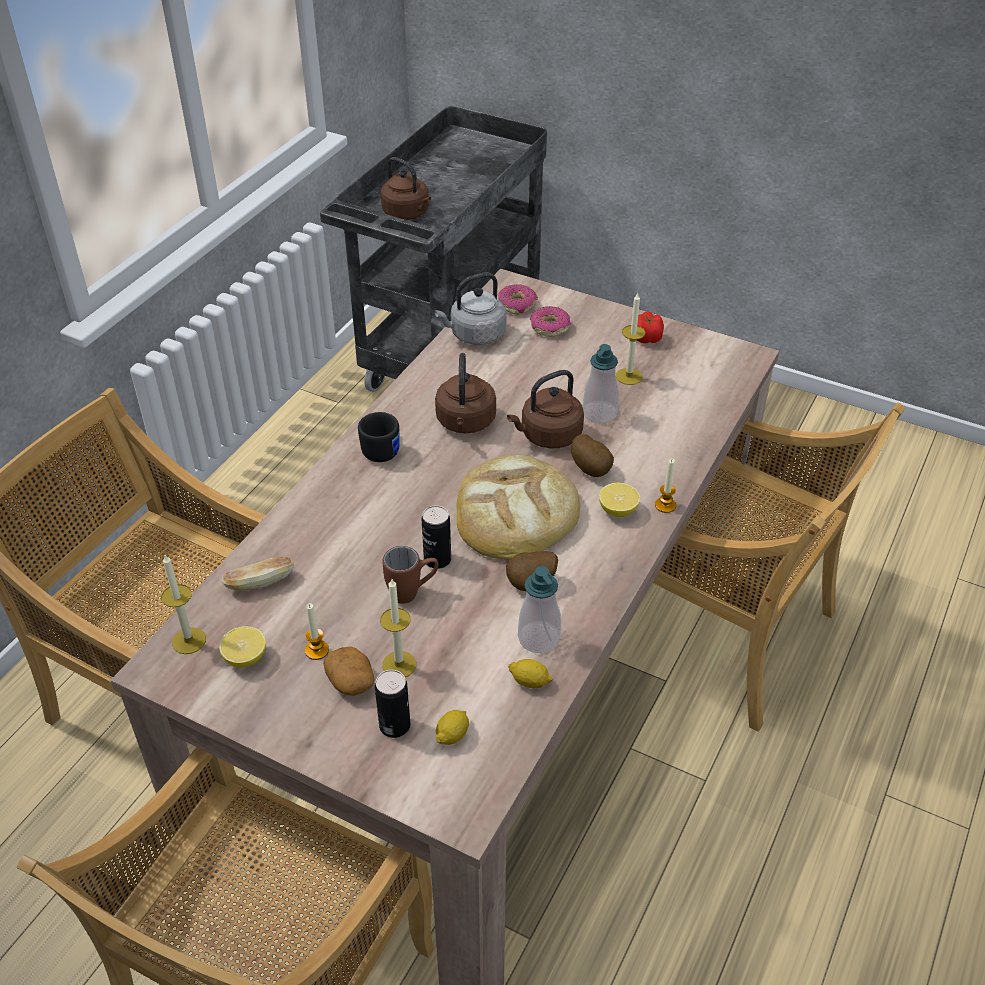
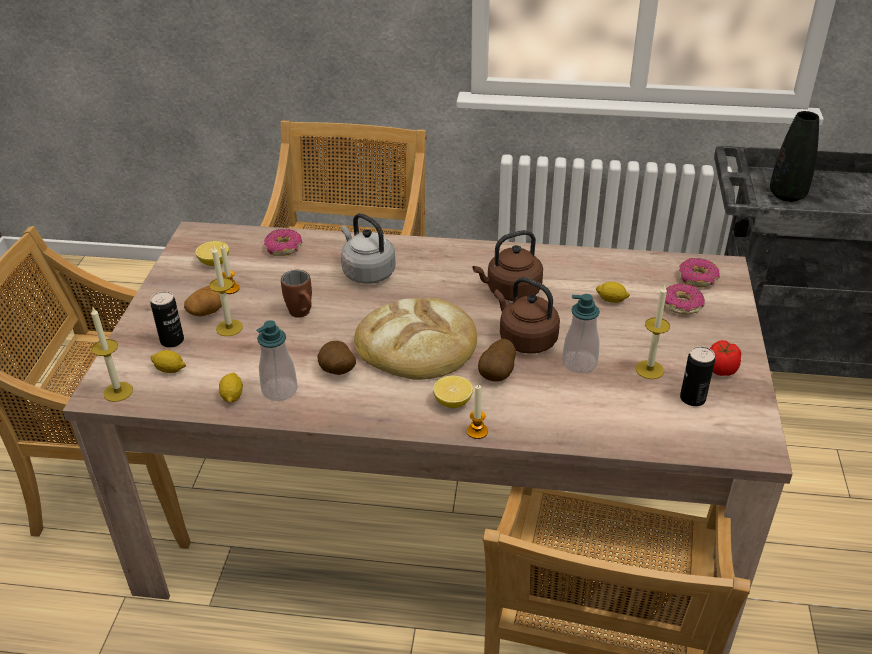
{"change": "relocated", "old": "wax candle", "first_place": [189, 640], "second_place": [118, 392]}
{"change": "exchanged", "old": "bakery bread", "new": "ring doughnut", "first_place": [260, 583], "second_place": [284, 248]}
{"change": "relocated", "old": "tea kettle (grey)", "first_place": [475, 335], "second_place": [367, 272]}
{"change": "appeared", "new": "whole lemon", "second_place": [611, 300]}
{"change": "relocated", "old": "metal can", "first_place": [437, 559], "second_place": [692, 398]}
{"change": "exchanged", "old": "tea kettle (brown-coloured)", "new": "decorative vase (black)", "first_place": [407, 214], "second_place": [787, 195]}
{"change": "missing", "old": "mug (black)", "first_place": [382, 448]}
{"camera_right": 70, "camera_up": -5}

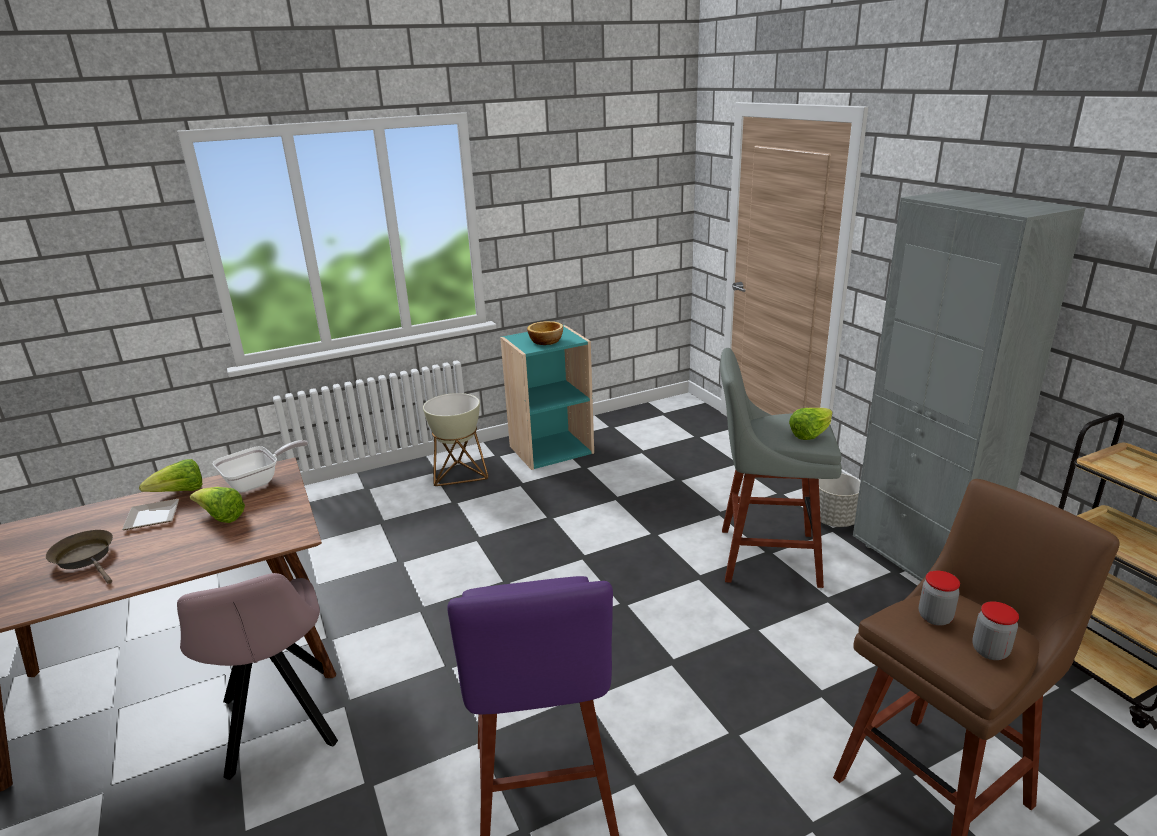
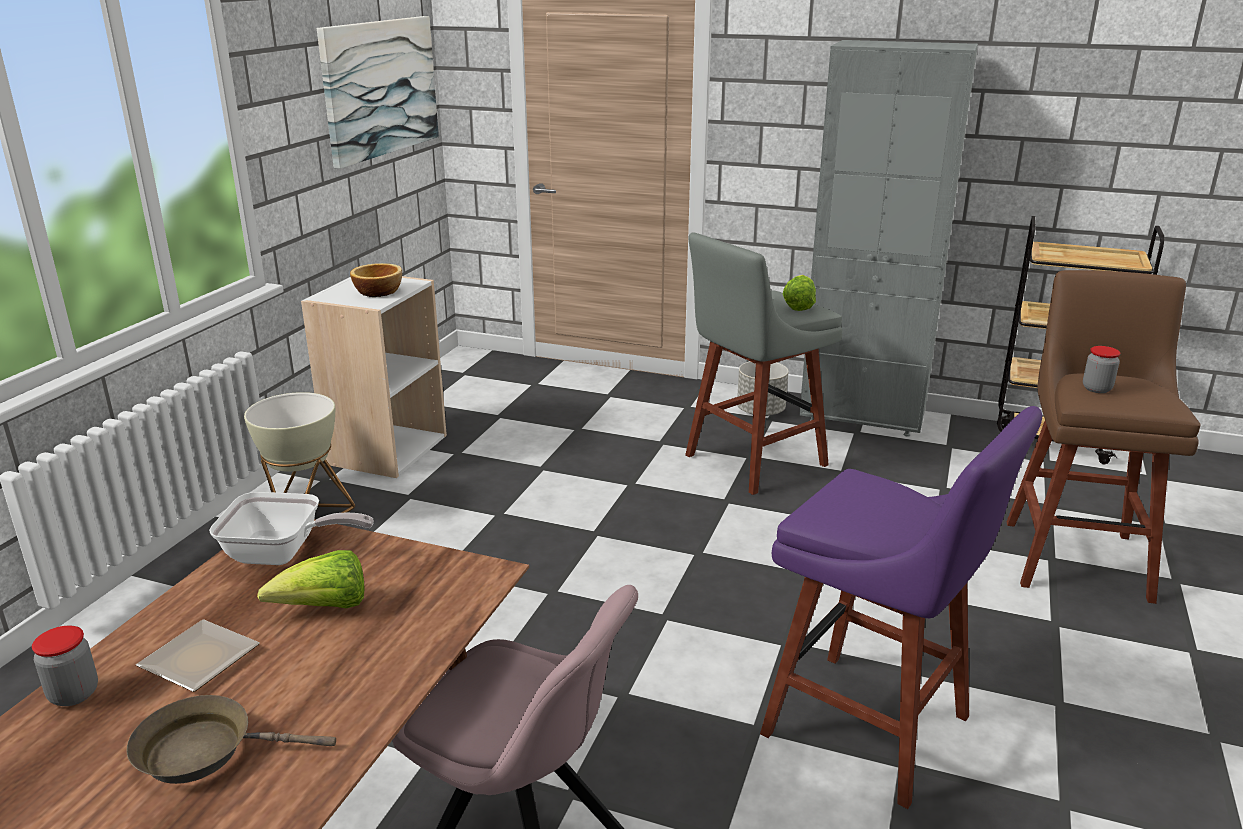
{"change": "relocated", "old": "storage jar", "first_place": [990, 651], "second_place": [74, 694]}
{"change": "spun", "old": "pan", "first_place": [258, 482], "second_place": [283, 554], "degrees": 90}
{"change": "colour", "old": "bookcase (blue-green)", "new": "bookcase (whitish)", "first_place": [551, 449], "second_place": [386, 449]}
{"change": "appeared", "new": "wall picture", "second_place": [380, 88]}
{"change": "missing", "old": "lettuce", "first_place": [180, 492]}
{"camera_right": -45, "camera_up": 0}

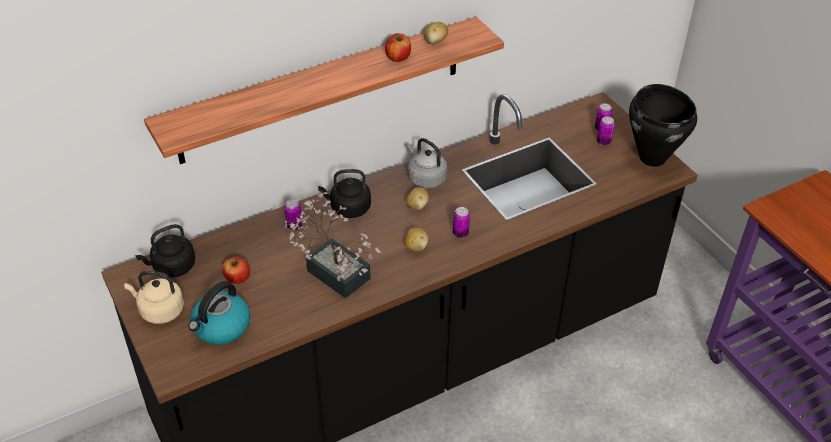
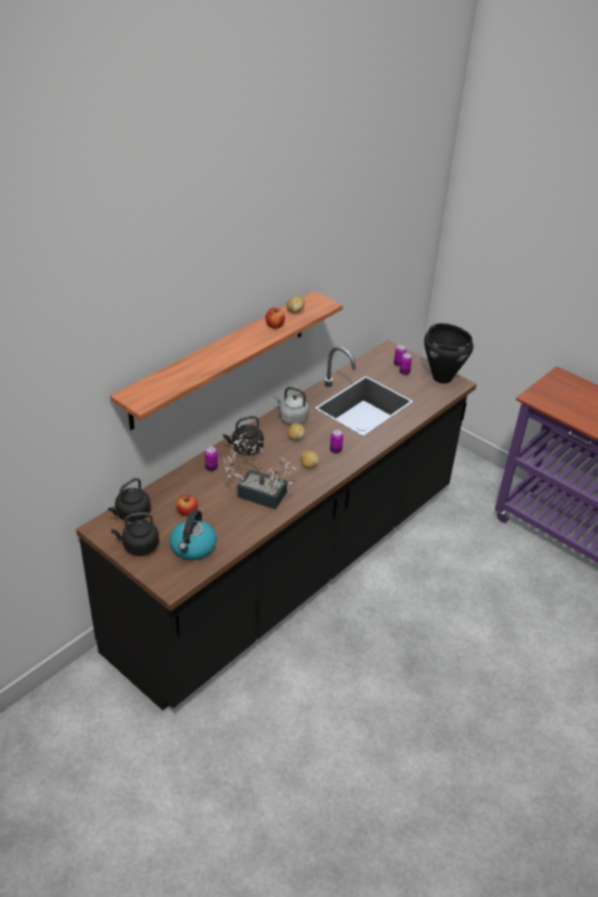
{"change": "colour", "old": "tea kettle (beige)", "new": "tea kettle (black)", "first_place": [159, 310], "second_place": [139, 546]}
{"camera_right": -20, "camera_up": -5}

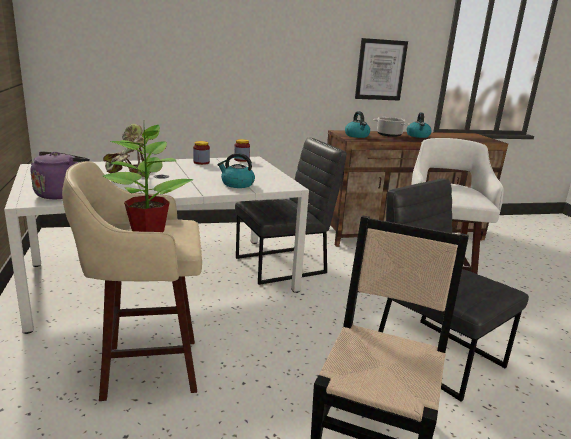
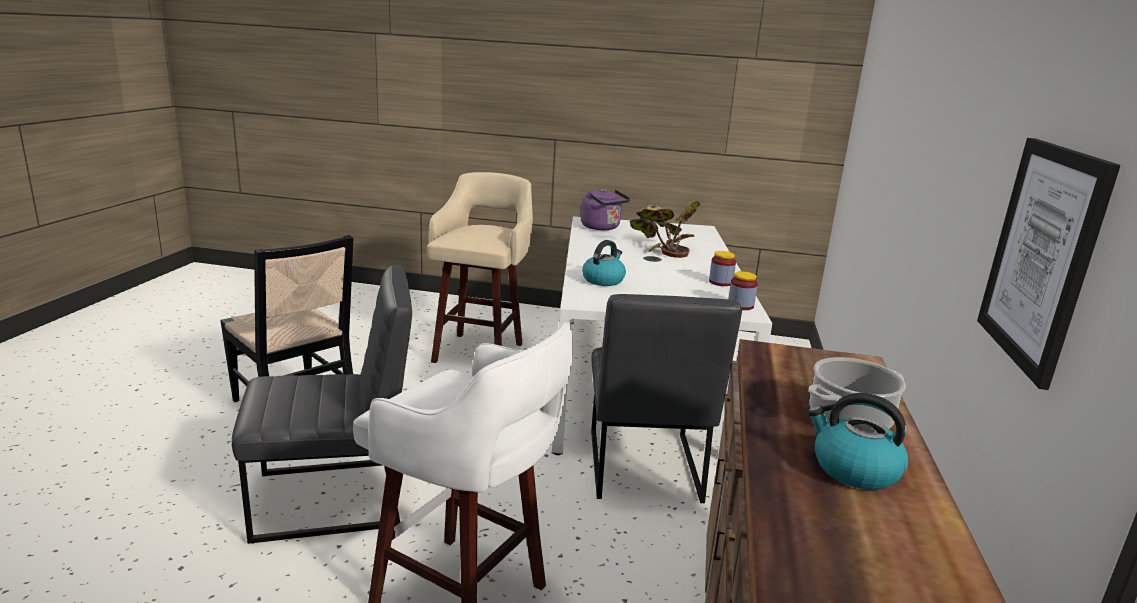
{"change": "missing", "old": "potted plant", "first_place": [148, 231]}
{"change": "missing", "old": "tea kettle", "first_place": [357, 136]}
{"camera_right": 115, "camera_up": 0}

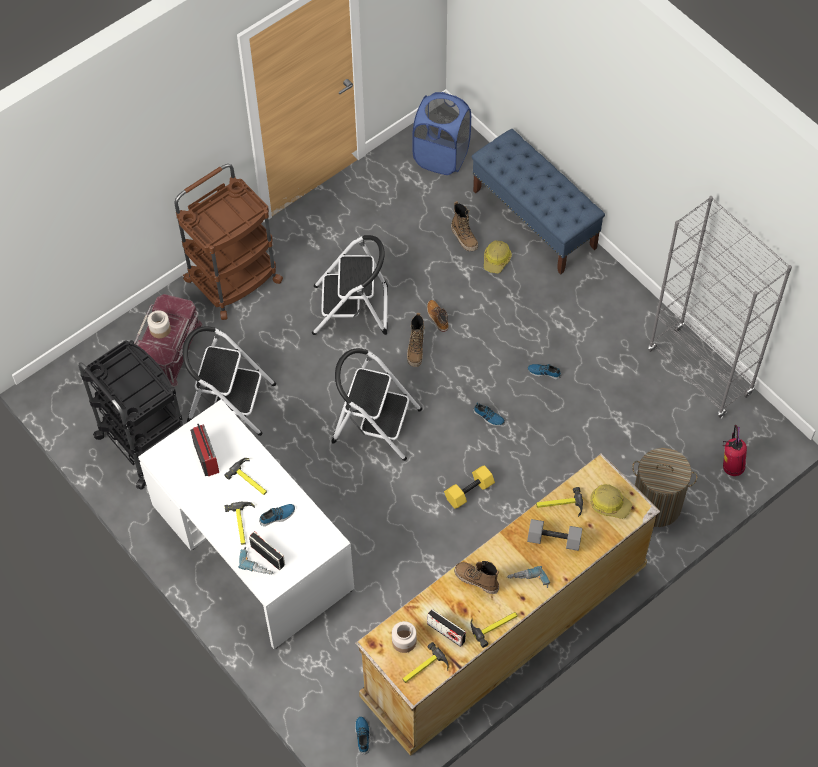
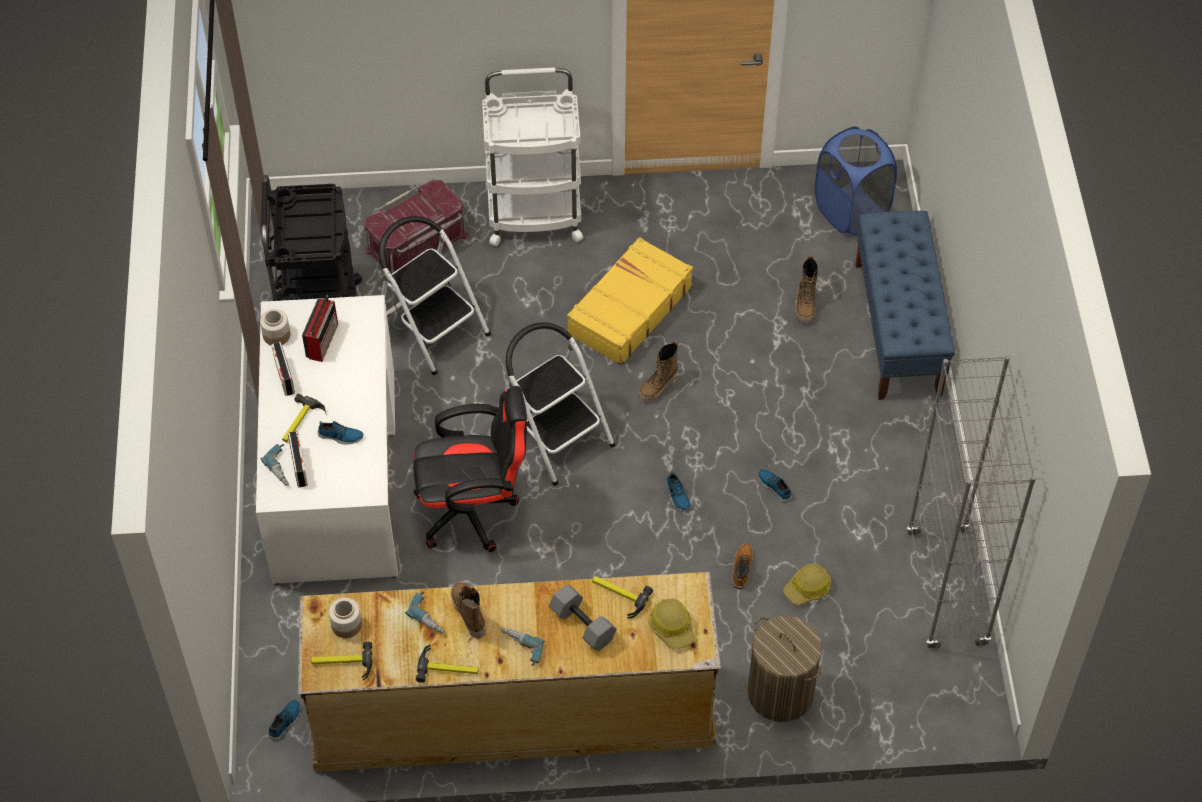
{"change": "relocated", "old": "storage jar", "first_place": [160, 329], "second_place": [276, 335]}
{"change": "relocated", "old": "radio set", "first_place": [446, 632], "second_place": [284, 376]}
{"change": "appeared", "new": "drill", "second_place": [431, 616]}
{"change": "appeared", "new": "computer chair (black)", "second_place": [475, 511]}
{"change": "colour", "old": "trolley (brown-coloured)", "new": "trolley (whitish)", "first_place": [234, 281], "second_place": [534, 214]}
{"change": "exchanged", "old": "stepladder", "new": "travel case (yellow-coloured)", "first_place": [353, 310], "second_place": [628, 310]}
{"change": "relocated", "old": "tall boot", "first_place": [437, 317], "second_place": [741, 568]}
{"change": "relocated", "old": "hard hat", "first_place": [497, 259], "second_place": [808, 588]}
{"change": "missing", "old": "tool hammer", "first_place": [250, 479]}
{"change": "missing", "old": "hand weight (yellow-coloured)", "first_place": [469, 491]}
{"change": "missing", "old": "fire-fighting cylinder", "first_place": [731, 467]}
{"camera_right": 35, "camera_up": -5}

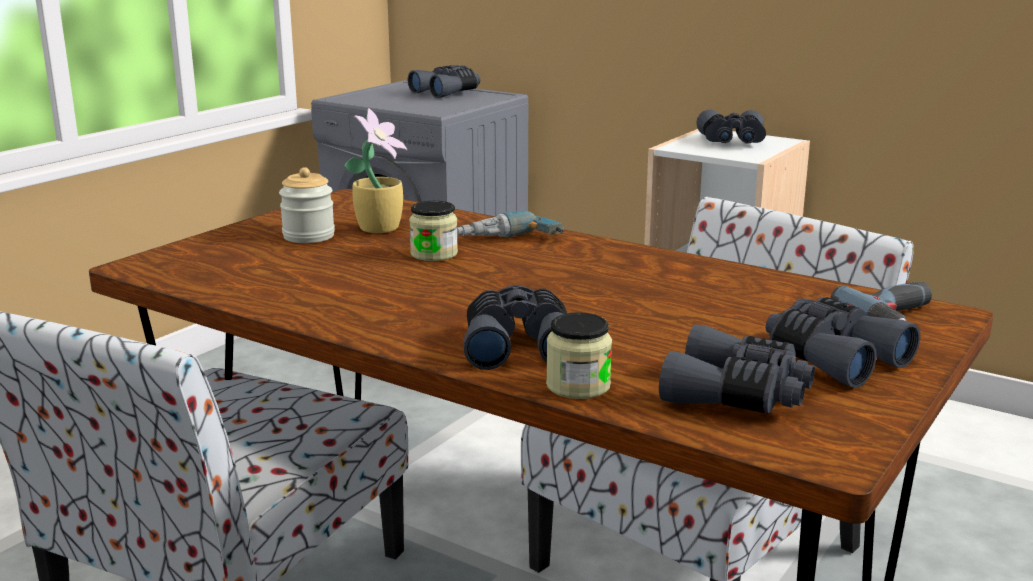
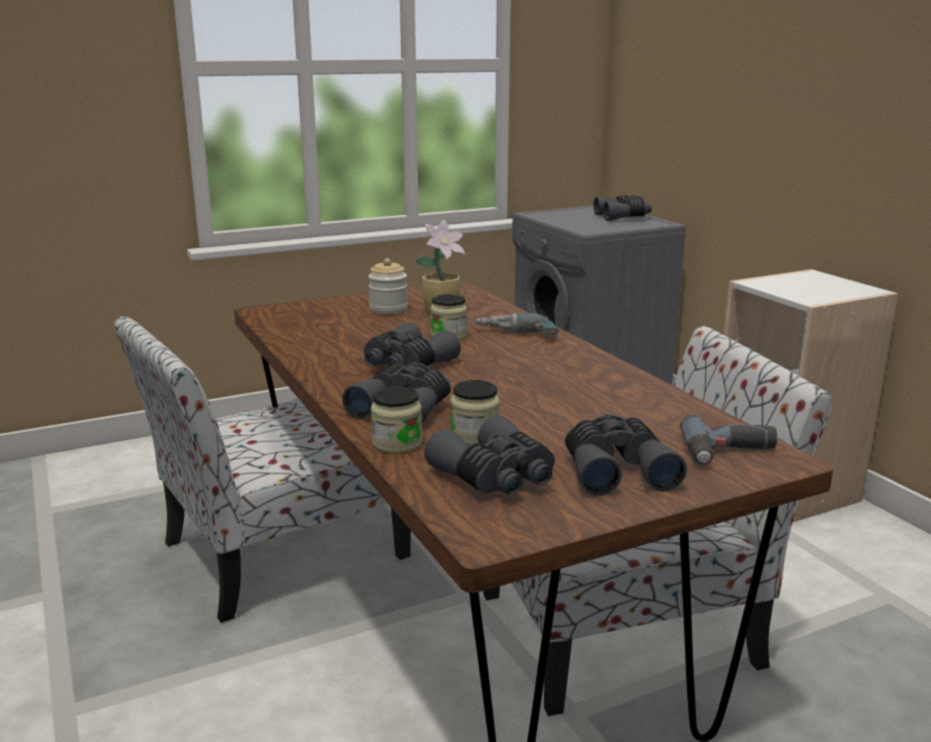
{"change": "relocated", "old": "binoculars (grey)", "first_place": [732, 141], "second_place": [407, 364]}
{"change": "appeared", "new": "storage jar", "second_place": [474, 436]}
{"camera_right": 30, "camera_up": 0}

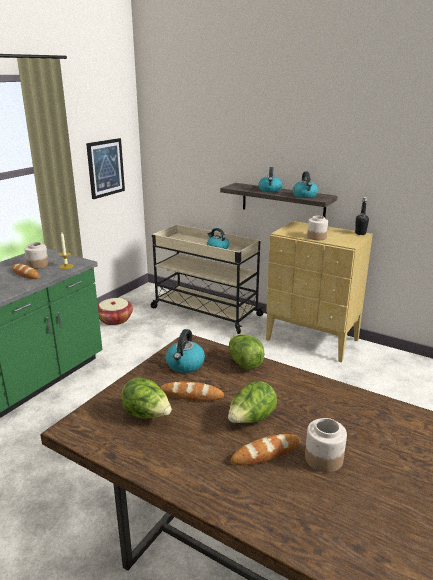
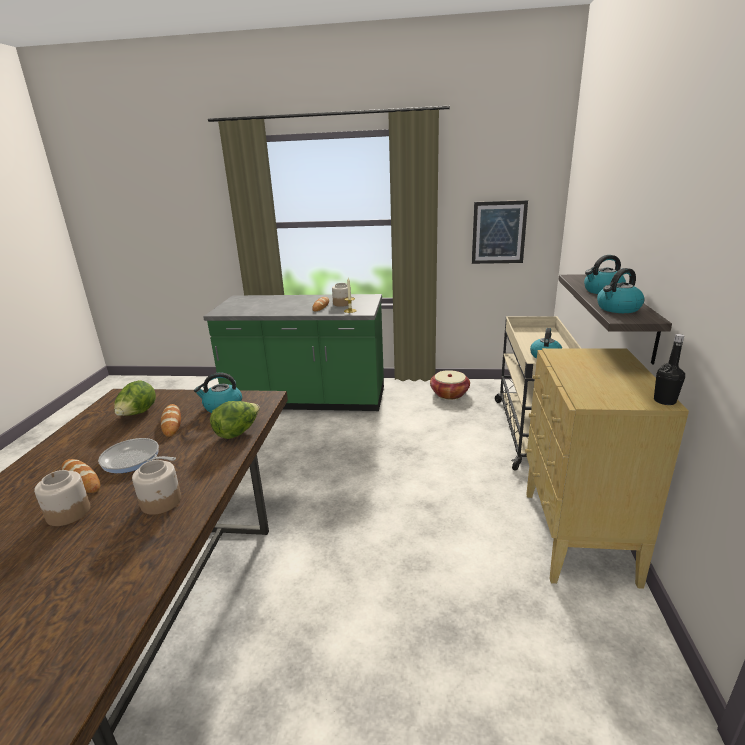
{"change": "exchanged", "old": "lettuce", "new": "pan", "first_place": [251, 420], "second_place": [133, 460]}
{"change": "relocated", "old": "storage jar", "first_place": [317, 237], "second_place": [161, 502]}
{"camera_right": 65, "camera_up": 0}

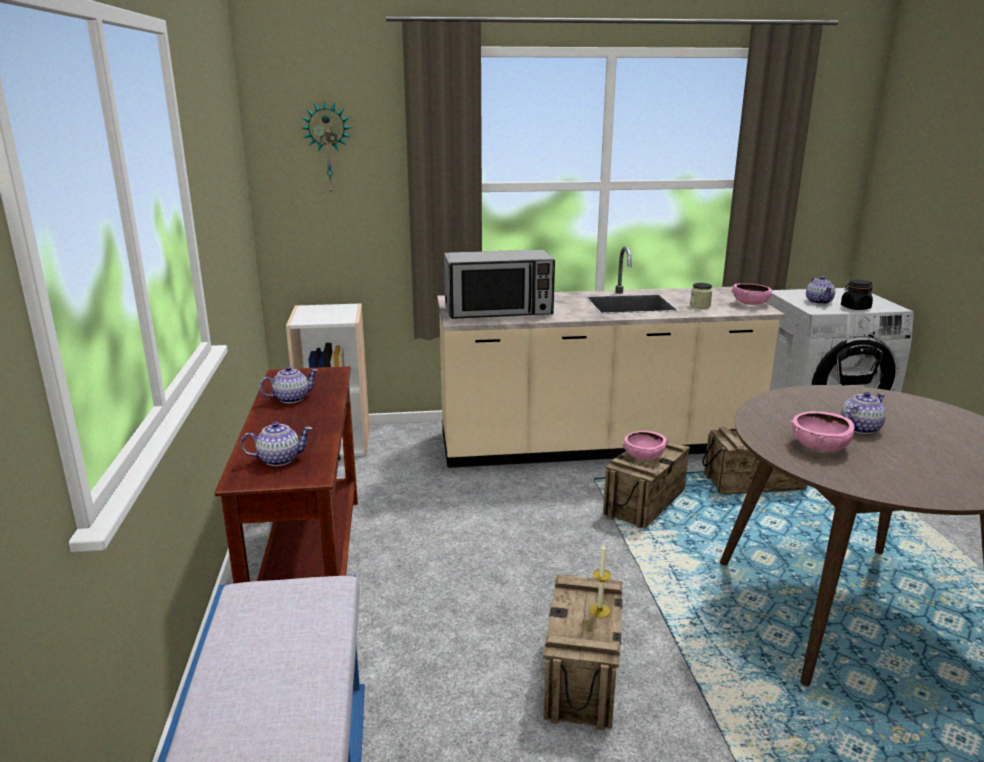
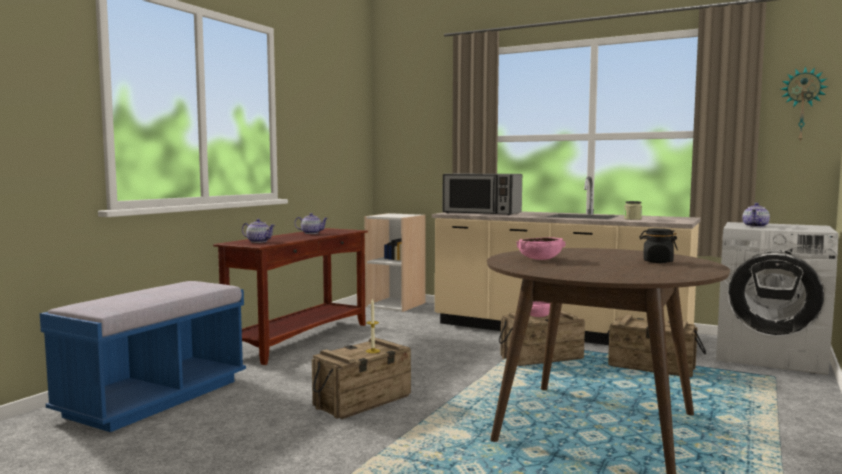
{"change": "relocated", "old": "storage jar (black)", "first_place": [855, 308], "second_place": [657, 261]}
{"change": "relocated", "old": "clock on the wall", "first_place": [328, 148], "second_place": [802, 105]}
{"change": "missing", "old": "deep dish (pinkish)", "first_place": [750, 303]}
{"change": "missing", "old": "pot for tea", "first_place": [859, 428]}
{"camera_right": 35, "camera_up": -15}

